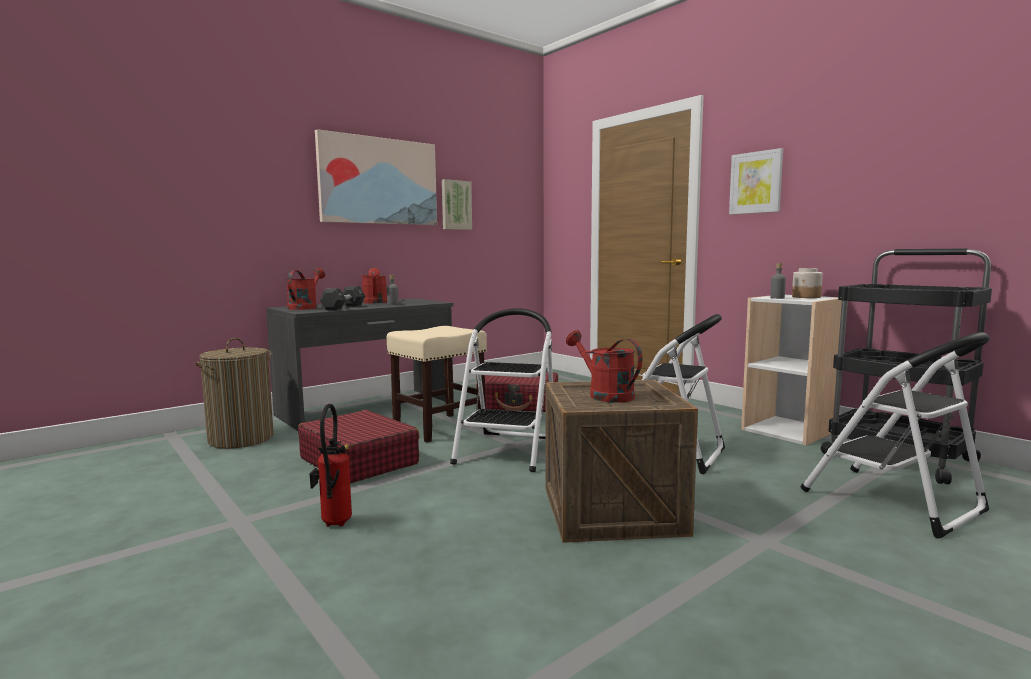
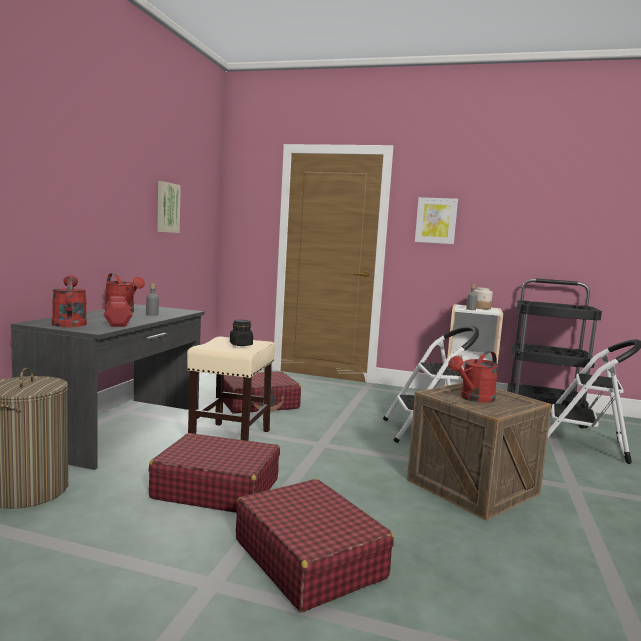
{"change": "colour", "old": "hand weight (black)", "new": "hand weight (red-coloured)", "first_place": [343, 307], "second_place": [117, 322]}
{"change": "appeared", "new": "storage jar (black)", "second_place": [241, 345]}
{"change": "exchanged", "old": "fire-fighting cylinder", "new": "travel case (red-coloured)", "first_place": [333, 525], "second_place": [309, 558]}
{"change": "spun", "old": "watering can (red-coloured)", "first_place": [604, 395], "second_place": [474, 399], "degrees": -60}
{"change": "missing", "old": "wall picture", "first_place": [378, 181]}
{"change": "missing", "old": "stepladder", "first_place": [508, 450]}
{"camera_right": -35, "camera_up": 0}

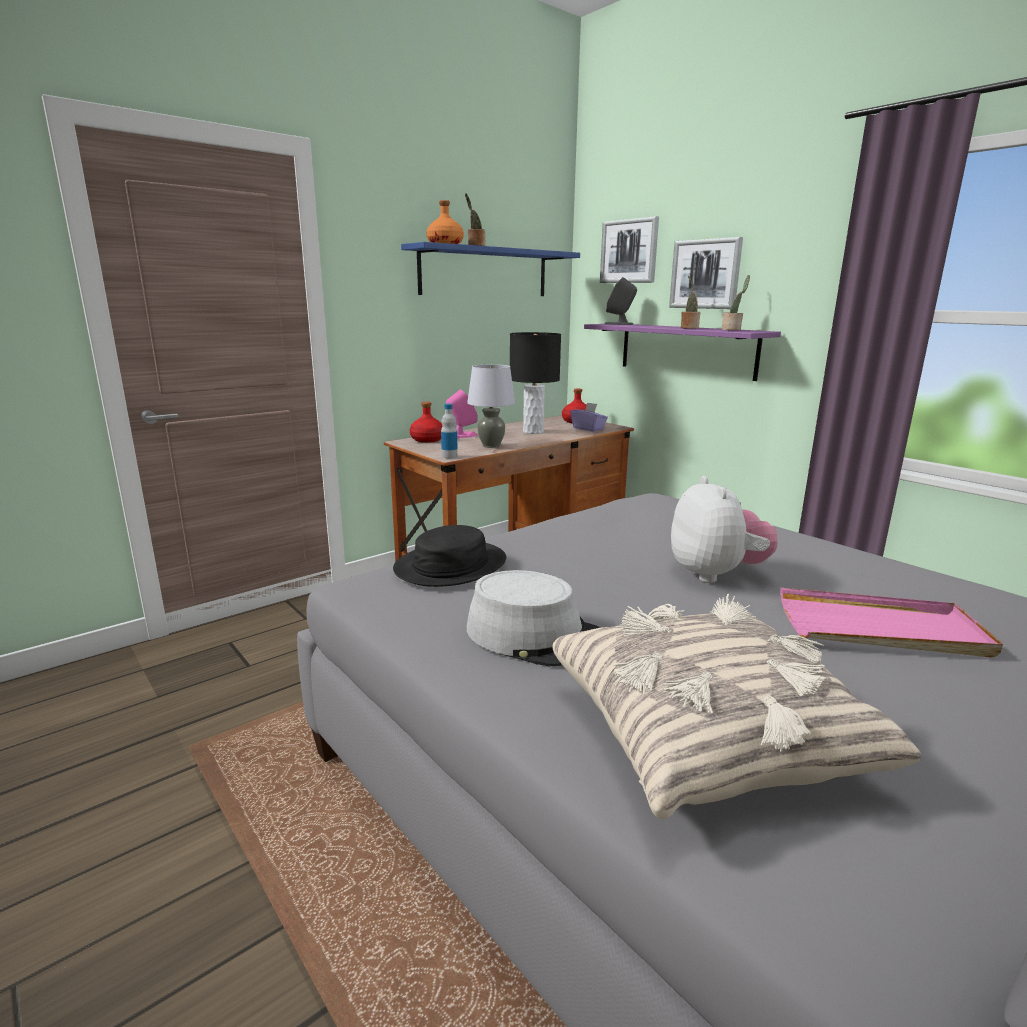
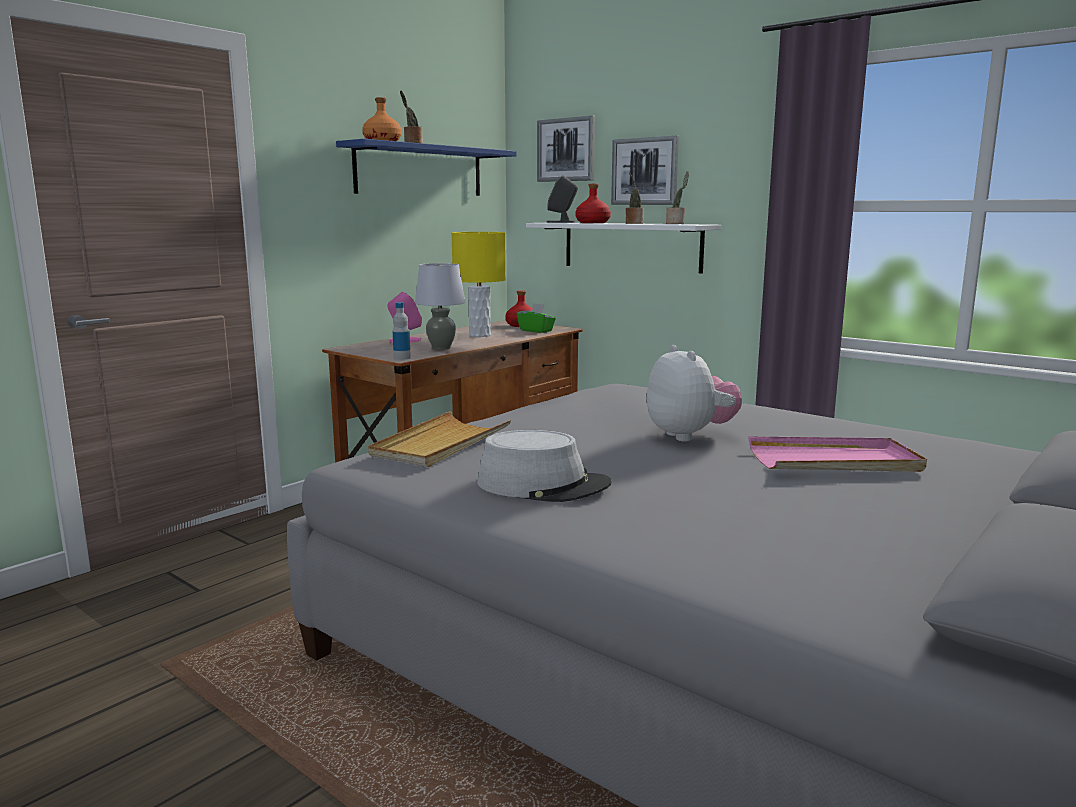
{"change": "exchanged", "old": "hat (black)", "new": "serving tray (beige)", "first_place": [450, 565], "second_place": [440, 444]}
{"change": "colour", "old": "table lamp (black)", "new": "table lamp (yellow-coloured)", "first_place": [533, 432], "second_place": [480, 335]}
{"change": "colour", "old": "box of tissues (purple)", "new": "box of tissues (greenish)", "first_place": [588, 429], "second_place": [536, 331]}
{"change": "colour", "old": "wall shelf (purple)", "new": "wall shelf (whitish)", "first_place": [686, 350], "second_place": [631, 246]}
{"change": "relocated", "old": "drink bottle (red-coloured)", "first_place": [427, 440], "second_place": [592, 223]}
{"change": "missing", "old": "cushion (beige)", "first_place": [706, 740]}
{"camera_right": -10, "camera_up": -5}

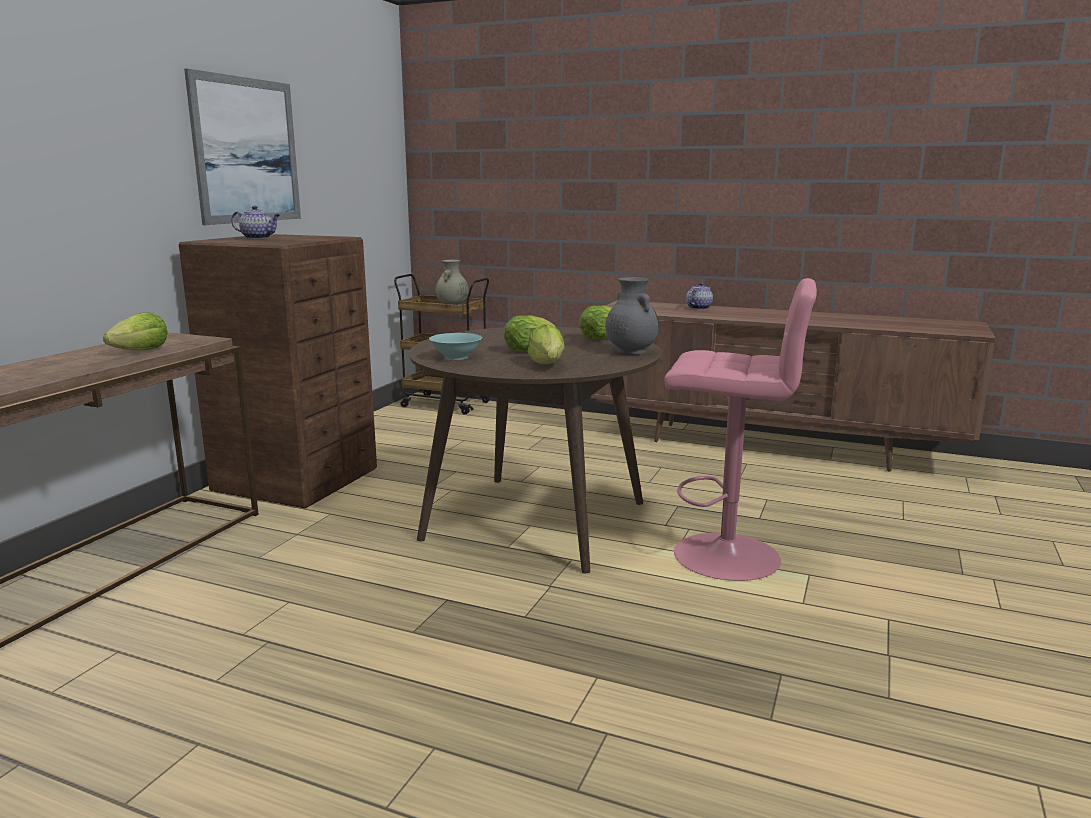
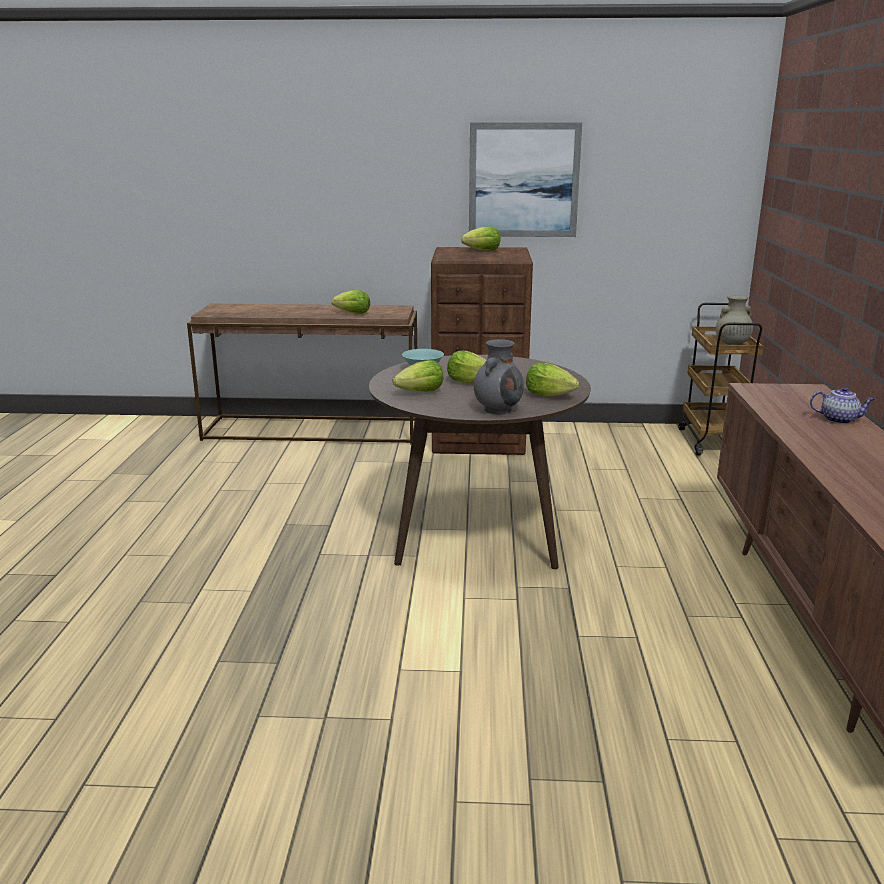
{"change": "exchanged", "old": "pot for tea", "new": "lettuce", "first_place": [258, 238], "second_place": [483, 251]}
{"change": "missing", "old": "stool seat (pinkish)", "first_place": [727, 557]}
{"camera_right": 70, "camera_up": 5}

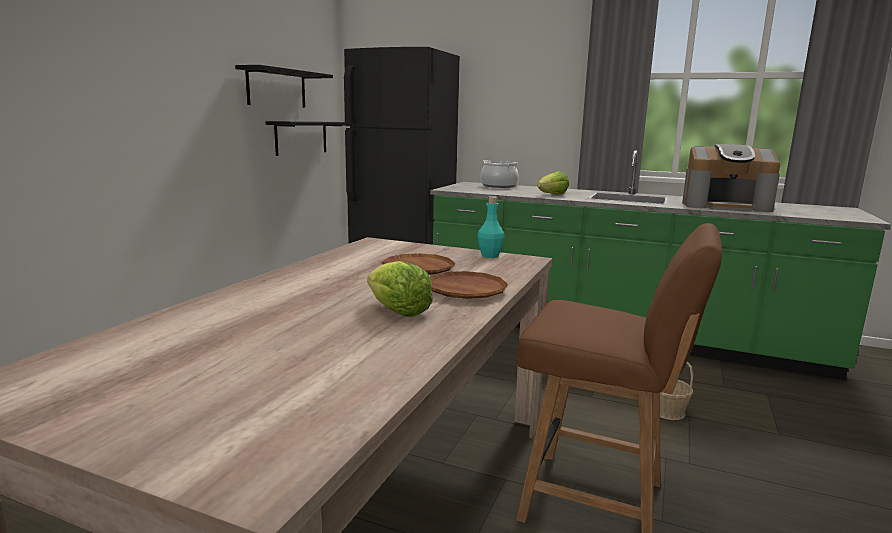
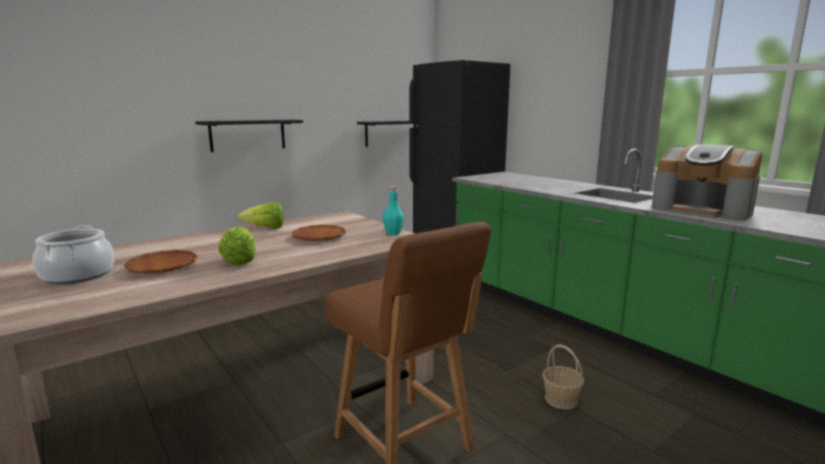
{"change": "relocated", "old": "stockpot", "first_place": [499, 186], "second_place": [78, 275]}
{"change": "relocated", "old": "plate (brown-coloured)", "first_place": [465, 291], "second_place": [162, 266]}
{"change": "relocated", "old": "wall shelf (black)", "first_place": [277, 88], "second_place": [248, 135]}
{"change": "relocated", "old": "lettuce", "first_place": [551, 195], "second_place": [265, 228]}
{"camera_right": 30, "camera_up": 0}

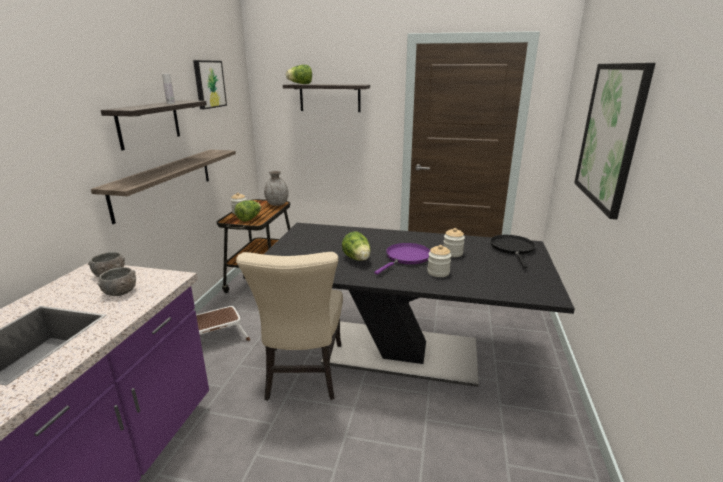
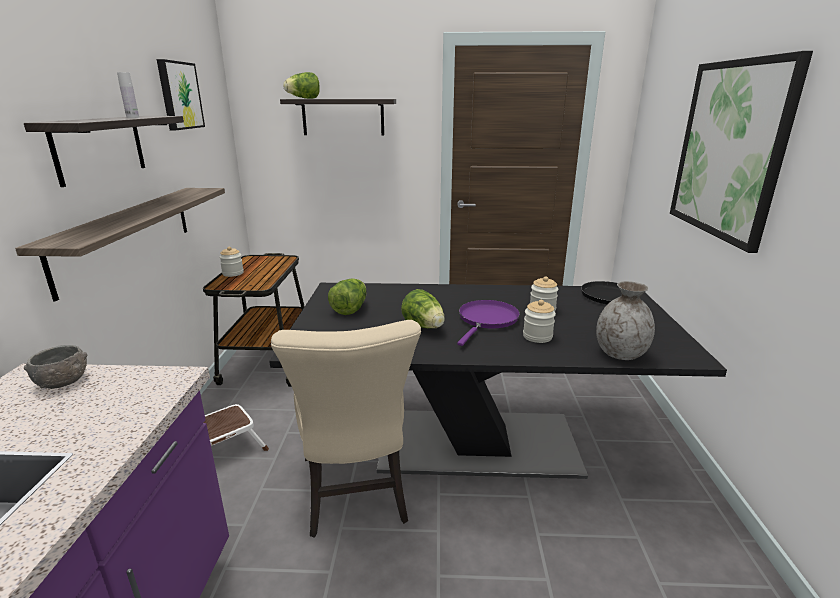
{"change": "relocated", "old": "lettuce", "first_place": [249, 218], "second_place": [350, 309]}
{"change": "relocated", "old": "decorative vase (grey)", "first_place": [277, 204], "second_place": [620, 354]}
{"change": "missing", "old": "deep dish (grey)", "first_place": [120, 292]}
{"camera_right": -10, "camera_up": 0}

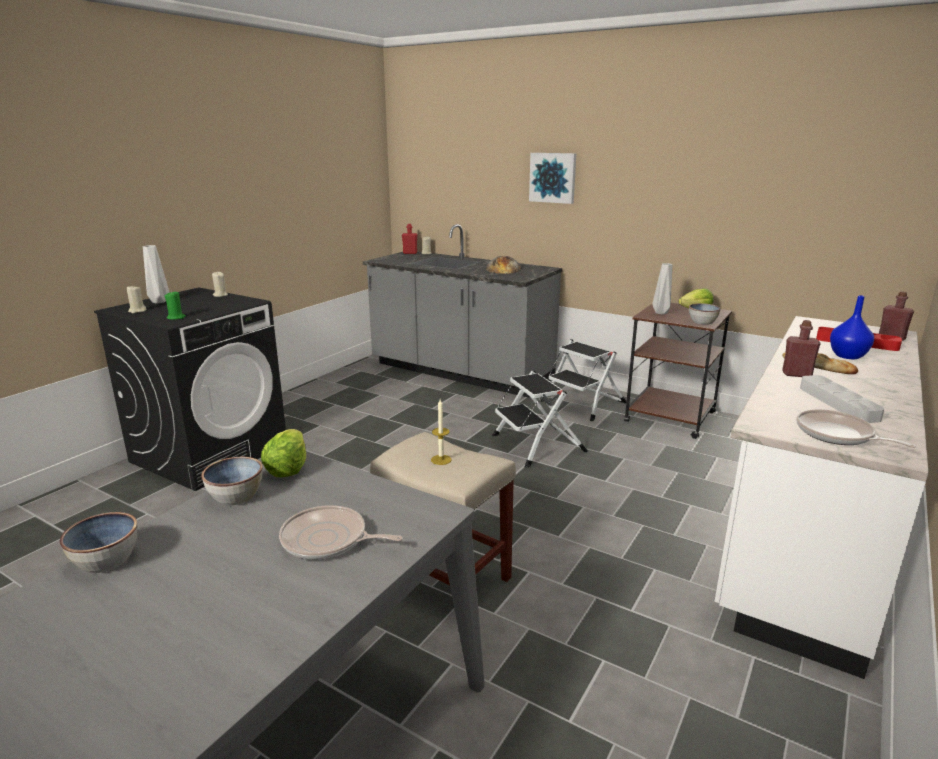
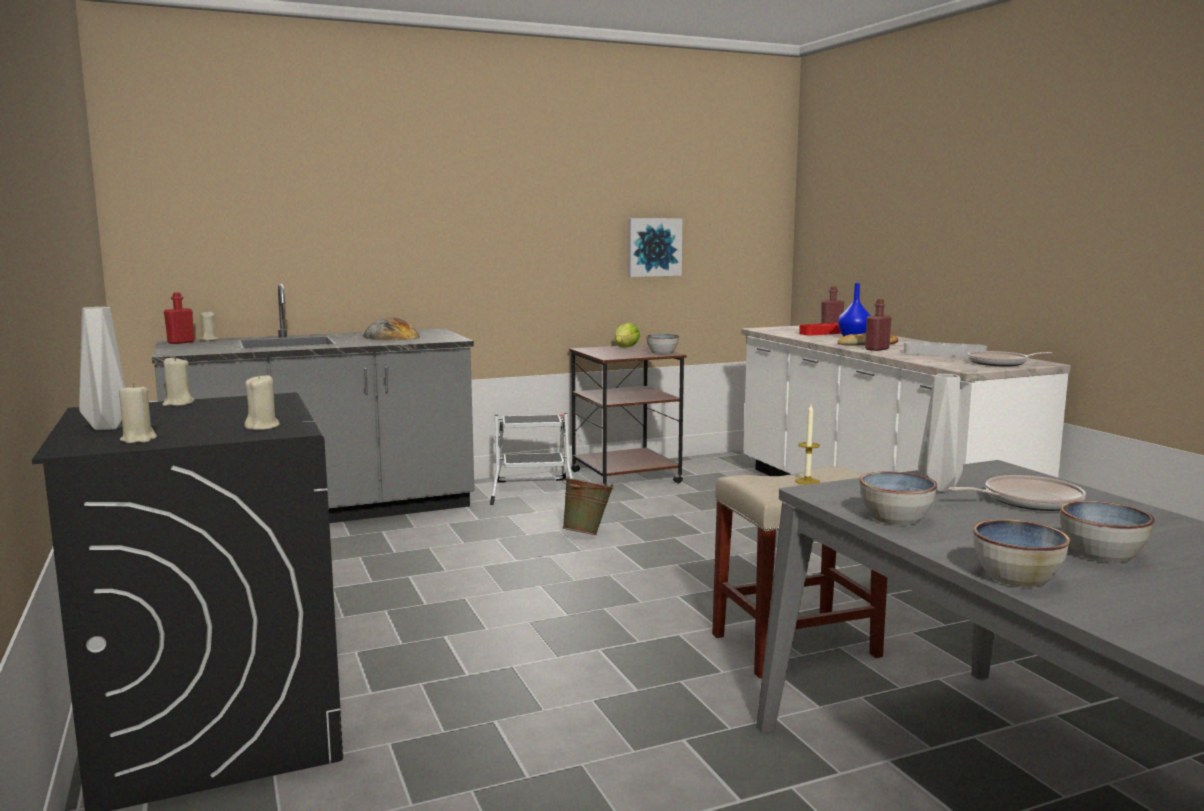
{"change": "colour", "old": "wax candle (greenish)", "new": "wax candle (beige)", "first_place": [176, 317], "second_place": [263, 427]}
{"change": "exchanged", "old": "stepladder", "new": "bucket (greenish)", "first_place": [538, 444], "second_place": [587, 534]}
{"change": "relocated", "old": "wall picture", "first_place": [553, 177], "second_place": [653, 247]}
{"change": "relocated", "old": "decorative vase (grey)", "first_place": [662, 313], "second_place": [939, 488]}
{"change": "spun", "old": "pan", "first_place": [328, 540], "second_place": [1027, 501], "degrees": -150}
{"change": "appeared", "new": "deep dish", "second_place": [1101, 554]}
{"change": "missing", "old": "lettuce", "first_place": [287, 469]}
{"camera_right": -55, "camera_up": -10}

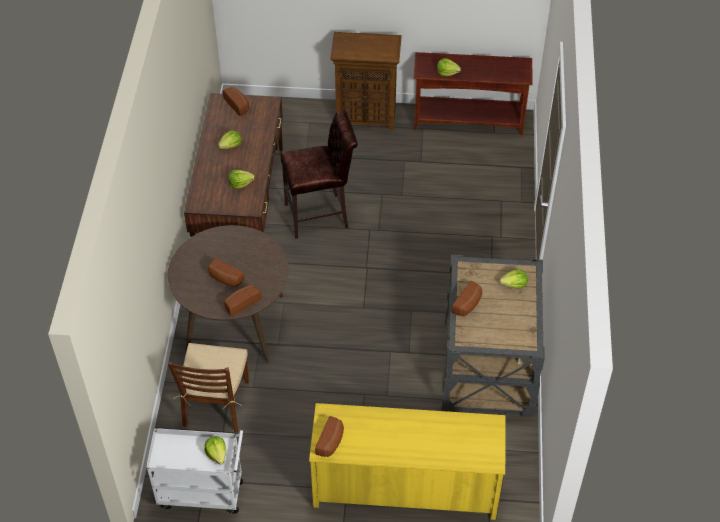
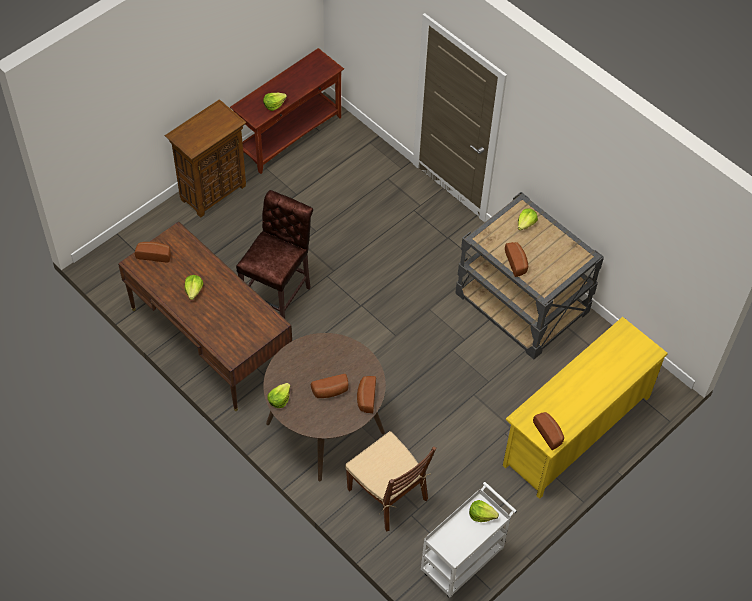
{"change": "relocated", "old": "lettuce", "first_place": [240, 183], "second_place": [279, 399]}
{"camera_right": -50, "camera_up": 5}

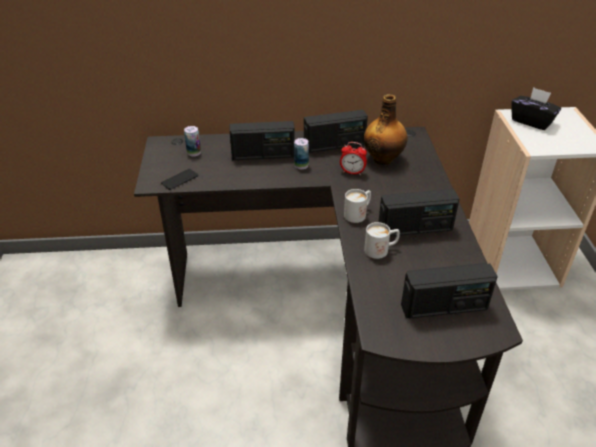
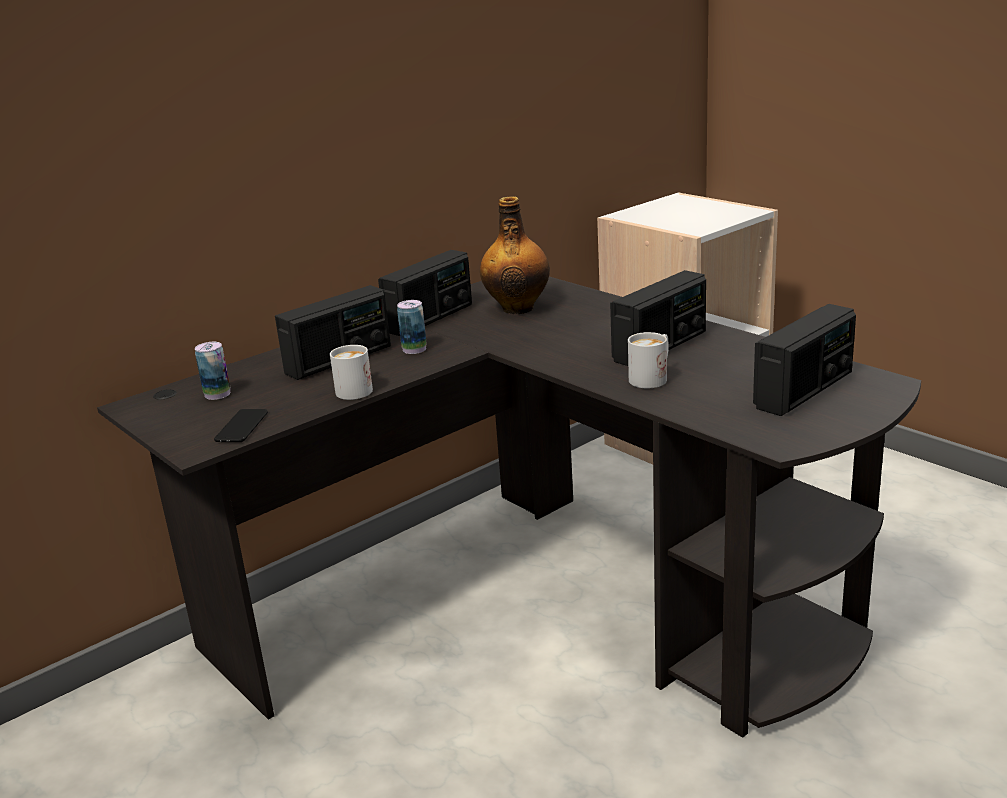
{"change": "relocated", "old": "mug (whitish)", "first_place": [358, 213], "second_place": [357, 388]}
{"change": "missing", "old": "table clock", "first_place": [352, 172]}
{"change": "missing", "old": "box of tissues (black)", "first_place": [531, 121]}
{"camera_right": -35, "camera_up": -15}

